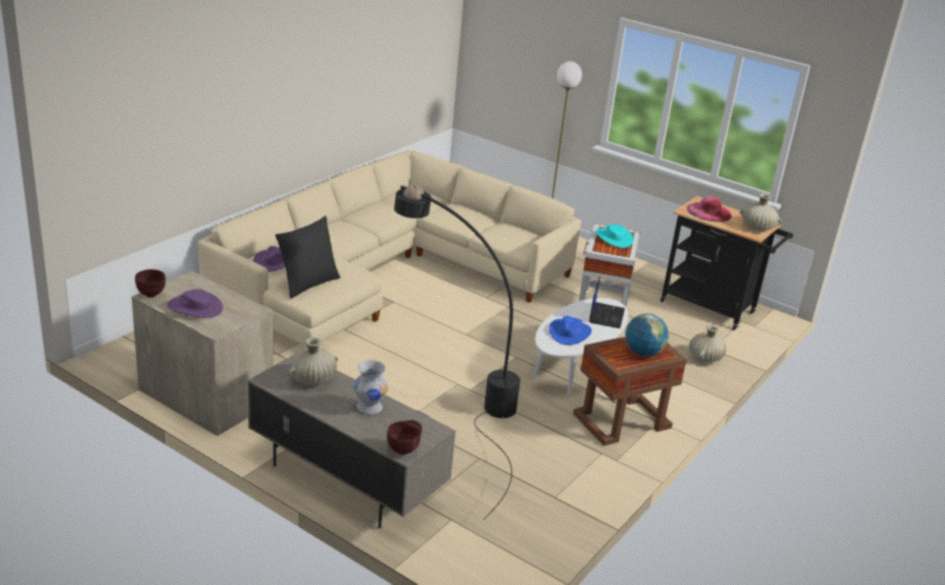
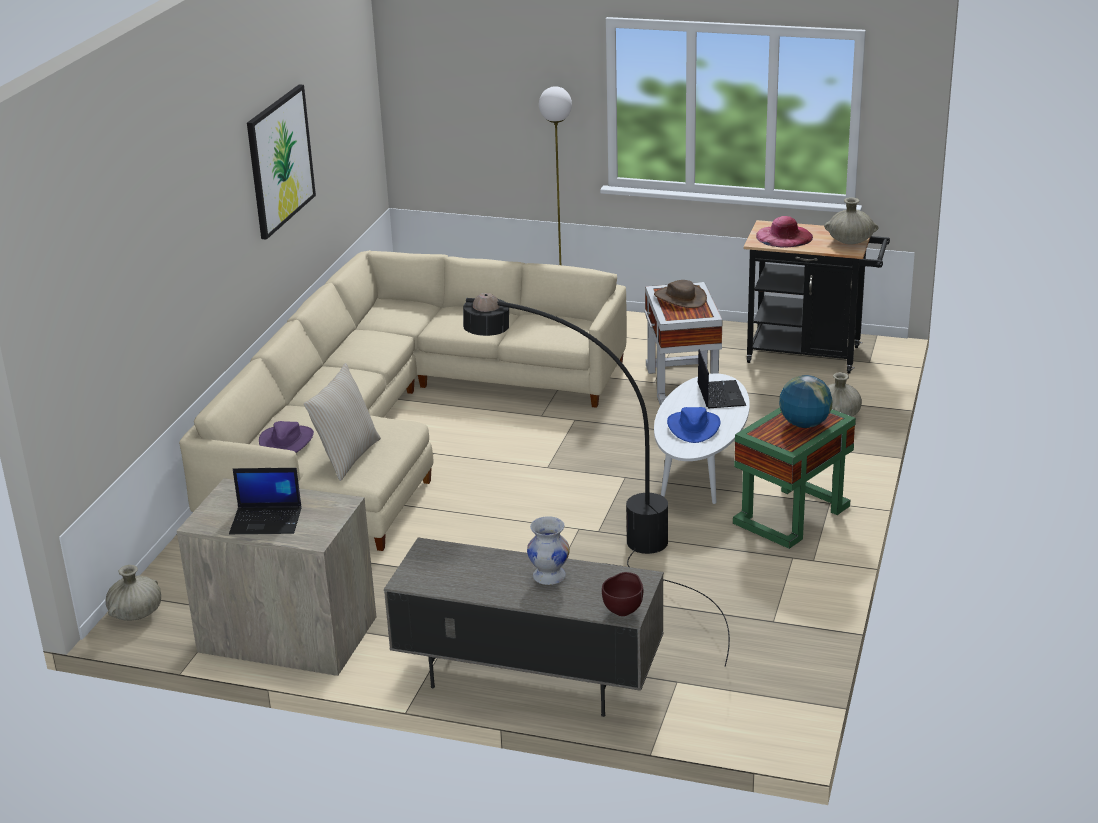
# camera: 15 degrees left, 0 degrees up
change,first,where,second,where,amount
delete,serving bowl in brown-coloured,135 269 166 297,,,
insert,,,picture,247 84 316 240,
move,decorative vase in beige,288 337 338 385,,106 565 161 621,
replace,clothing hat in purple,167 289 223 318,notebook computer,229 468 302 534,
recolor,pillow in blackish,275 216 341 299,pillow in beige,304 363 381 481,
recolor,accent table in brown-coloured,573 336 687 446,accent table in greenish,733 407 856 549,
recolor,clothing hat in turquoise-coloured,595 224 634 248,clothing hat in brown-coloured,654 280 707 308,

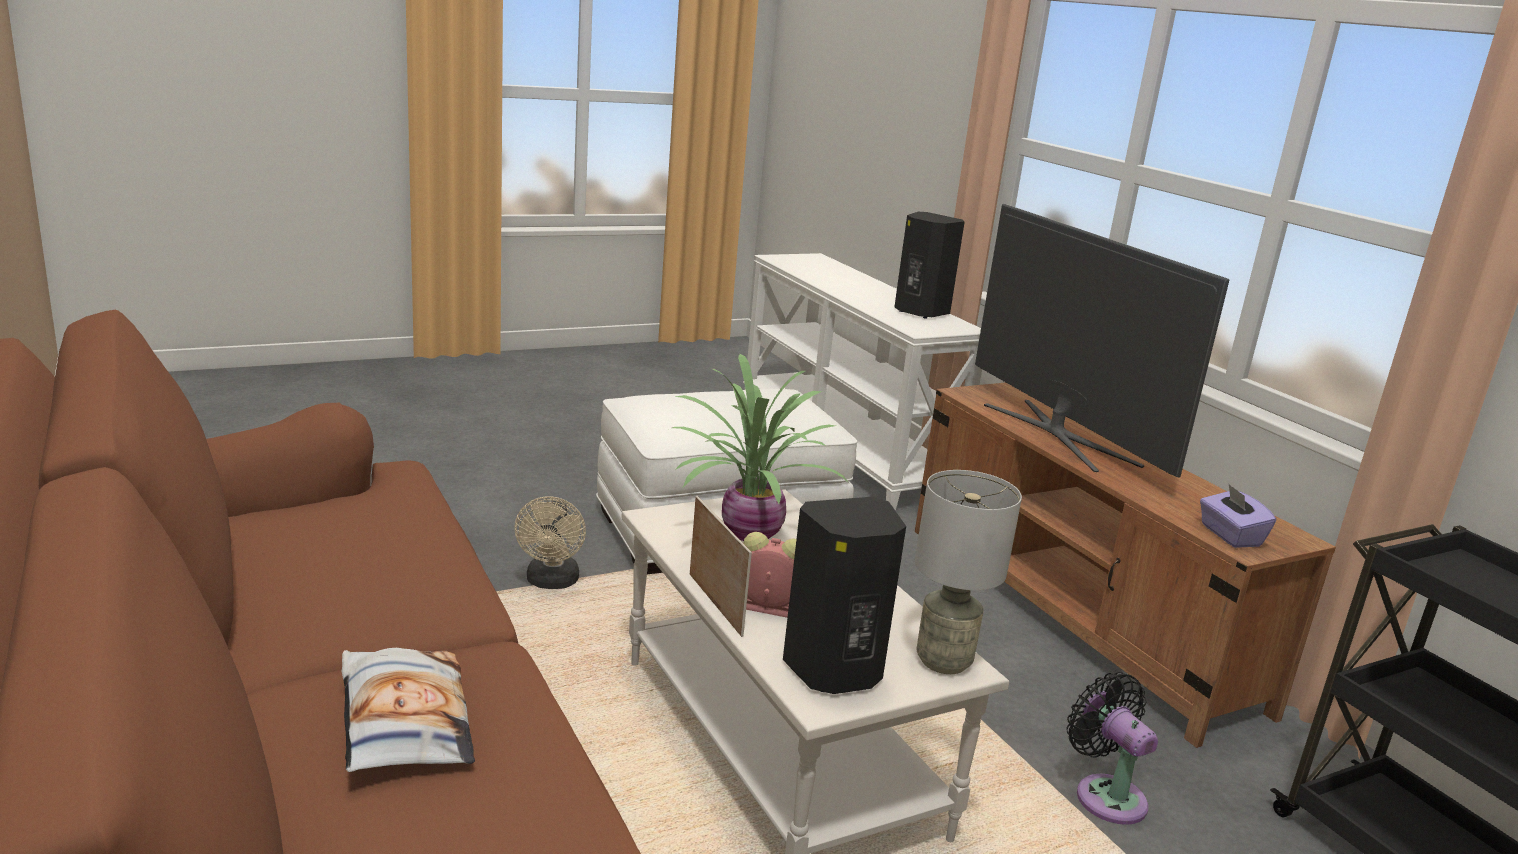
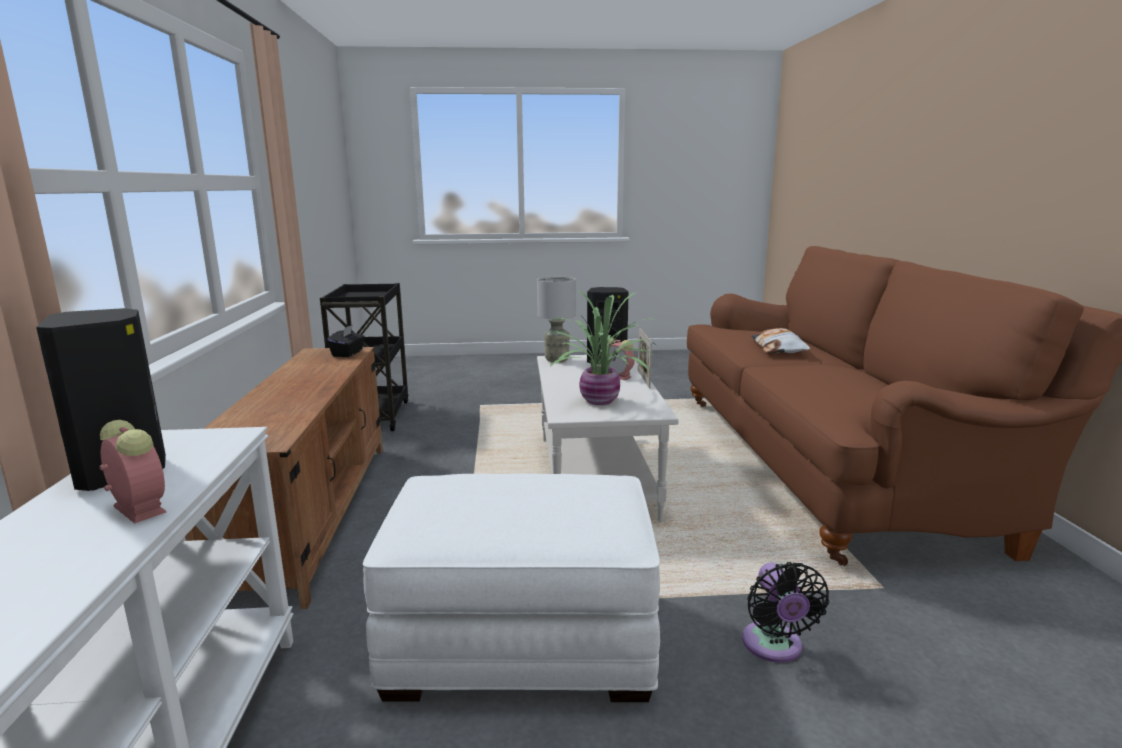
# camera: 155 degrees left, 5 degrees down
change,first,where,second,where,amount
delete,fan in beige,514 496 586 589,,,
delete,TV set,975 204 1230 477,,,
insert,,,bedside clock,99 420 166 523,
move,fan in blackish,1066 672 1158 825,,742 562 829 663,
recolor,tissue holder in purple,1200 484 1276 548,tissue holder in blackish,327 325 365 357,

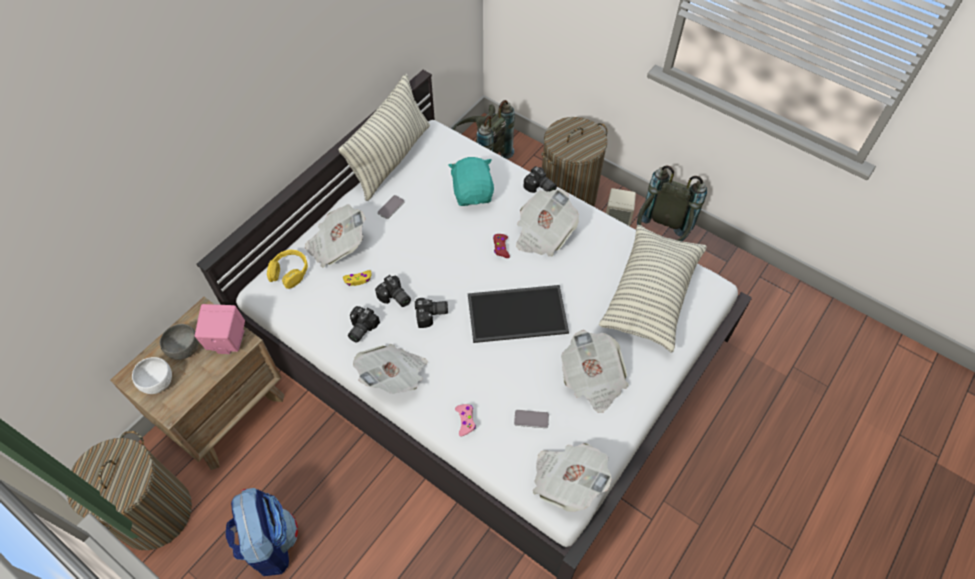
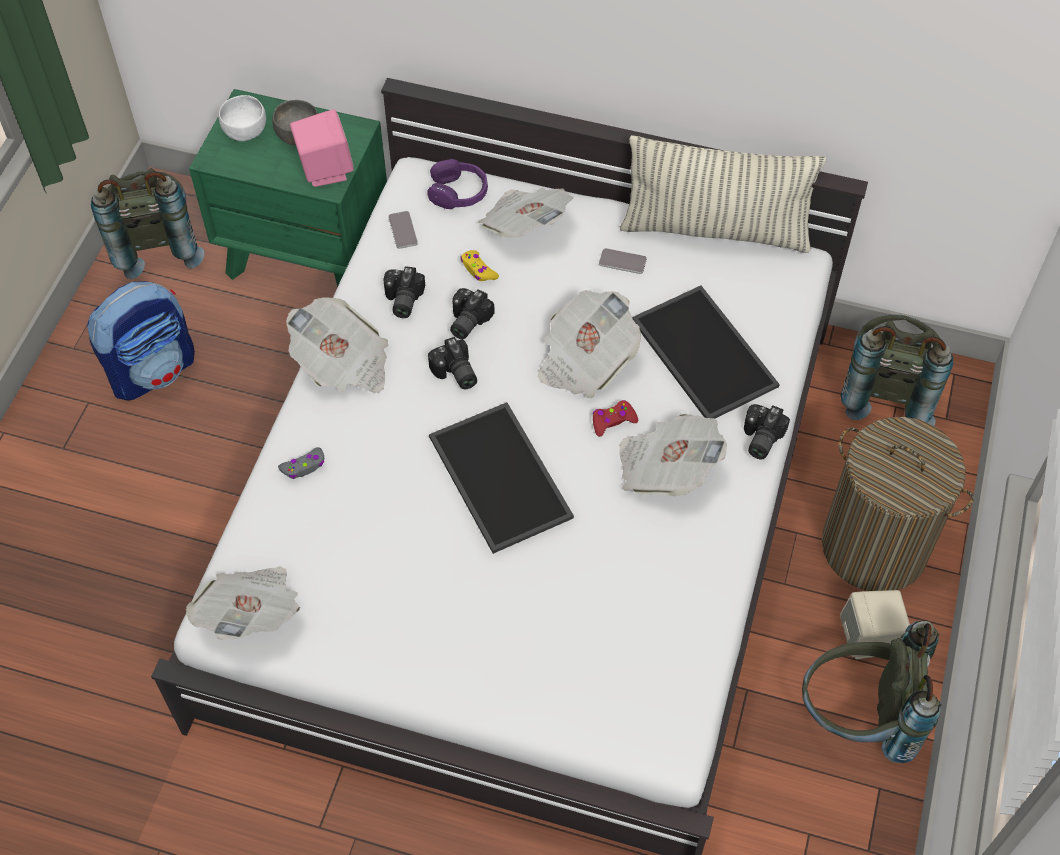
# camera: 70 degrees right, 0 degrees up
change,first,where,second,where,amount
delete,pillow,599 225 707 353,,,
move,phone,514 409 549 428,,388 211 418 249,
move,newspaper,561 330 629 413,,538 290 641 398,
replace,hamper,67 431 192 550,rucksack in greyish,91 168 204 279,
replace,plush toy in turquoise-coloured,448 157 494 206,carrying tray,632 286 780 419,
recolor,night table in brown-coloured,110 297 285 470,night table in greenish,189 89 387 287,
recolor,pair of headphones in yellow,267 250 308 289,pair of headphones in purple,427 159 488 209,
recolor,game controller in pinkish,455 404 476 437,game controller in greyish,278 447 324 479,
rotate,still camera,348 306 380 343,,384 266 425 318,90 degrees counterclockwise

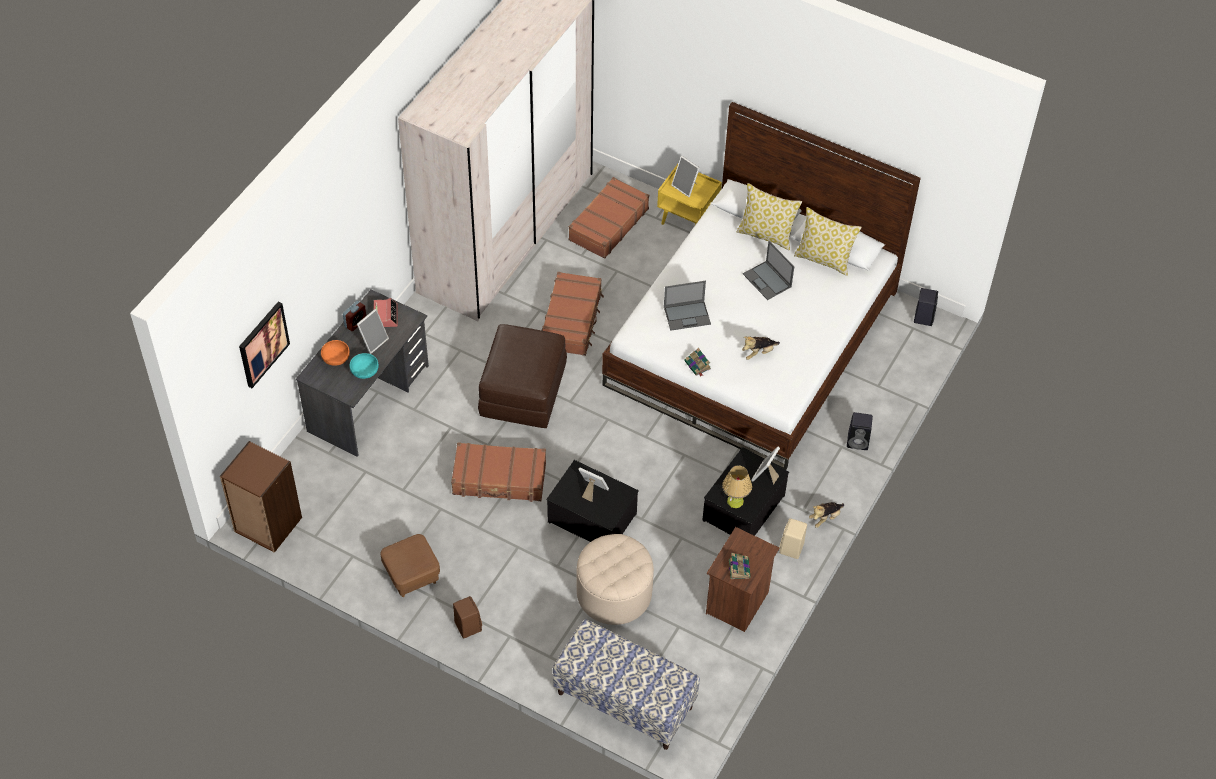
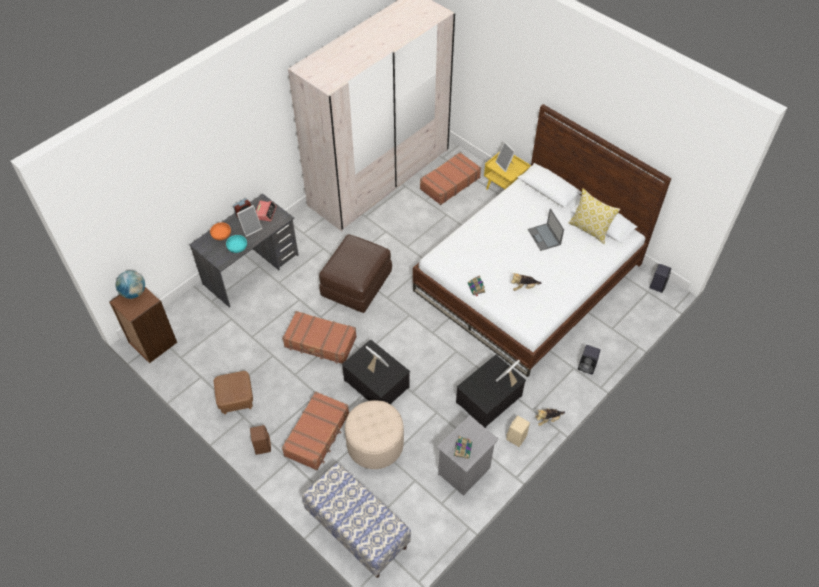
# camera: 15 degrees right, 0 degrees up
change,first,where,second,where,amount
delete,picture,239 302 290 388,,,
delete,notebook computer,664 281 711 331,,,
delete,lamp for a table,722 466 752 508,,,
delete,pillow,737 183 802 251,,,
insert,,,world globe,116 271 145 299,
move,suitcase in brown-coloured,542 272 604 356,,282 391 349 470,
recolor,night table in brown-coloured,706 527 779 632,night table in greyish,437 415 499 496,

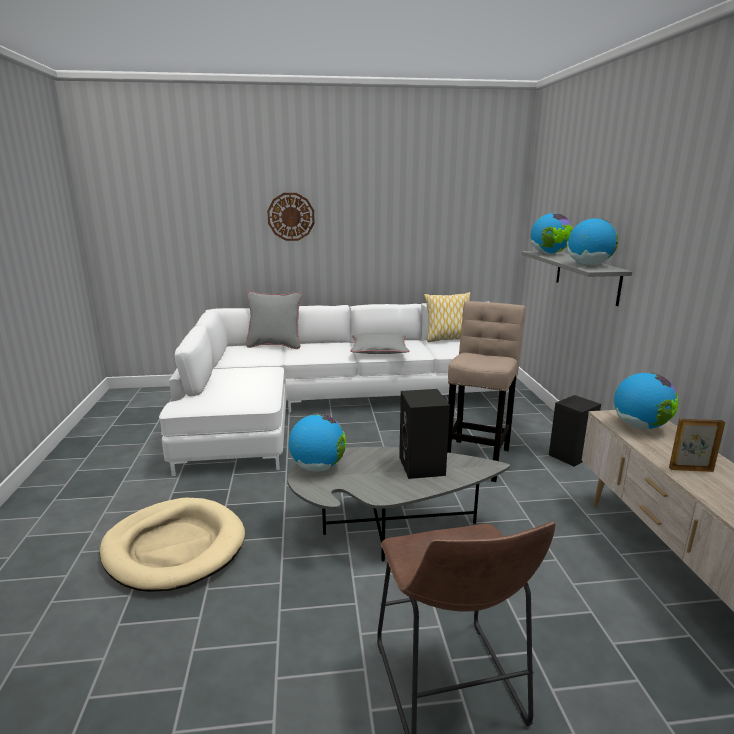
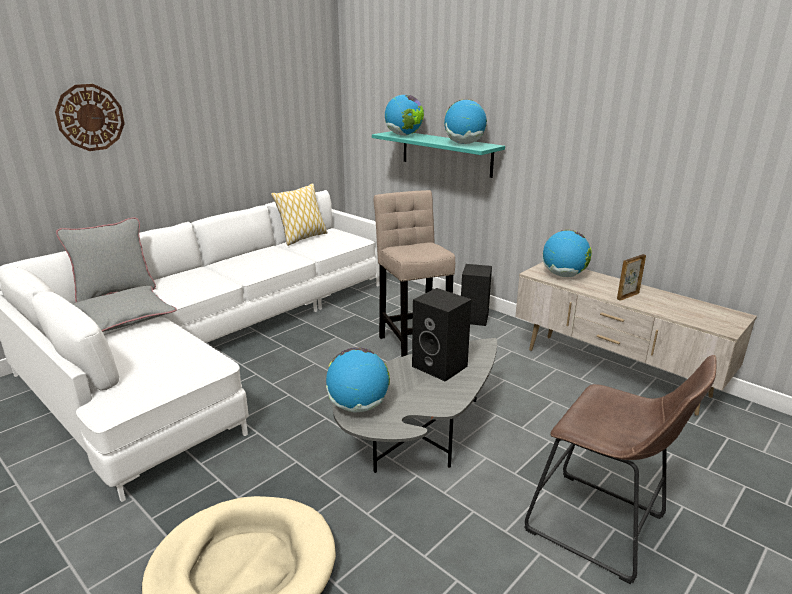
# camera: 40 degrees left, 5 degrees up
change,first,where,second,where,amount
move,pillow in greyish,350 333 409 354,,73 286 177 332,
recolor,shelf in greyish,521 251 632 306,shelf in turquoise-coloured,372 131 505 178,

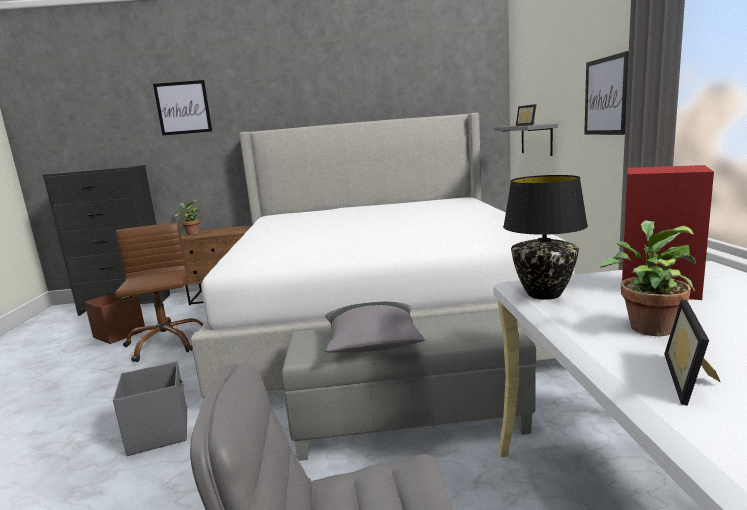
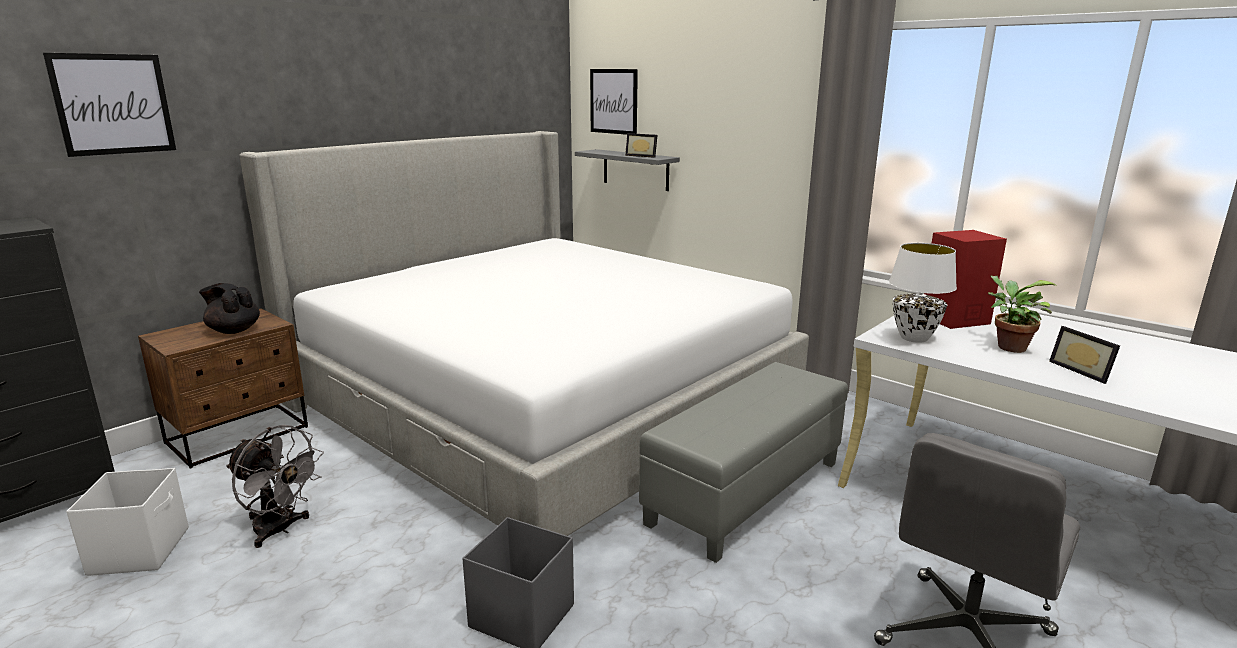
# camera: 45 degrees left, 5 degrees up
change,first,where,second,where,amount
delete,plant in a pot,175 201 202 235,,,
delete,pillow in greyish,325 301 425 353,,,
insert,,,tea pot in blackish,199 283 260 334,
move,picture,584 51 629 135,,590 69 638 135,
replace,office chair in brown-coloured,115 223 203 362,fan in greyish,226 425 324 548,
recolor,storage container in brown-coloured,85 292 145 344,storage container in white,66 468 189 576,
recolor,lamp for a table in blackish,503 175 588 300,lamp for a table in white,889 243 957 343,

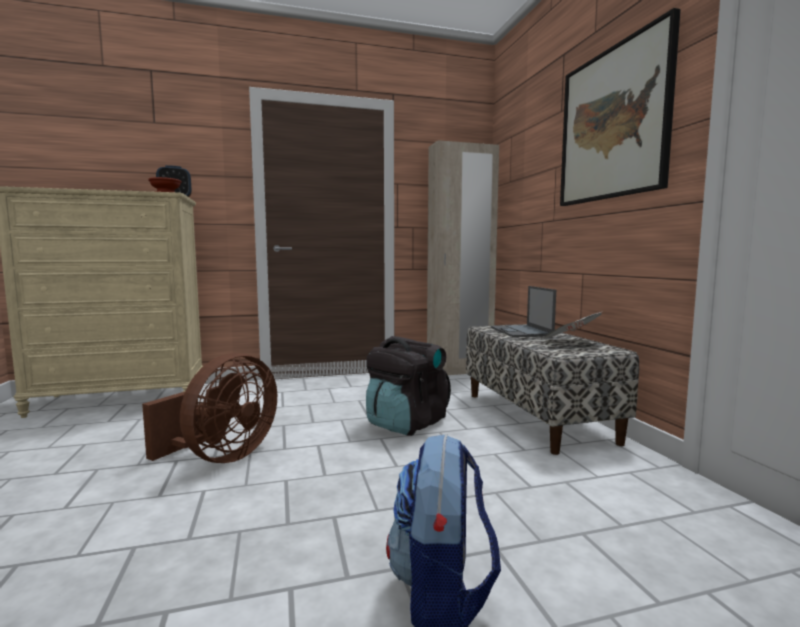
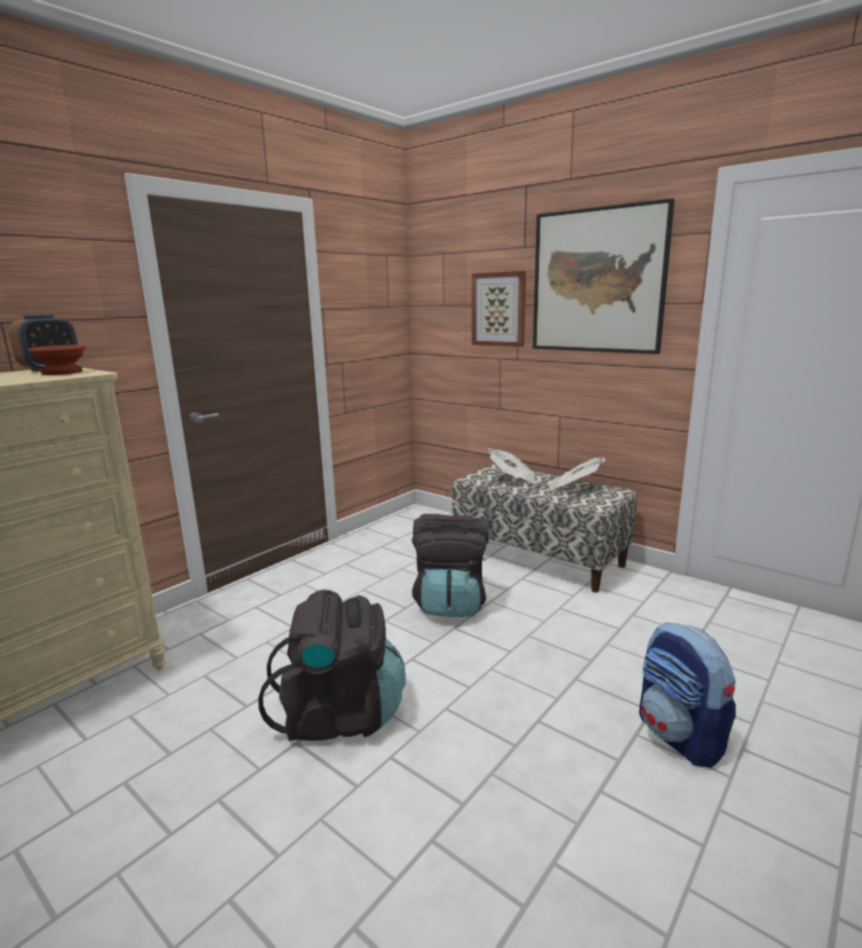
# camera: 35 degrees left, 10 degrees up
change,first,where,second,where,amount
delete,clothes cupboard in beige,427 140 499 375,,,
insert,,,picture,472 271 526 347,
replace,fan in brown-coloured,142 353 277 463,rucksack in blackish,258 590 406 741,
replace,notebook computer,491 286 556 337,newspaper,488 448 536 484,

